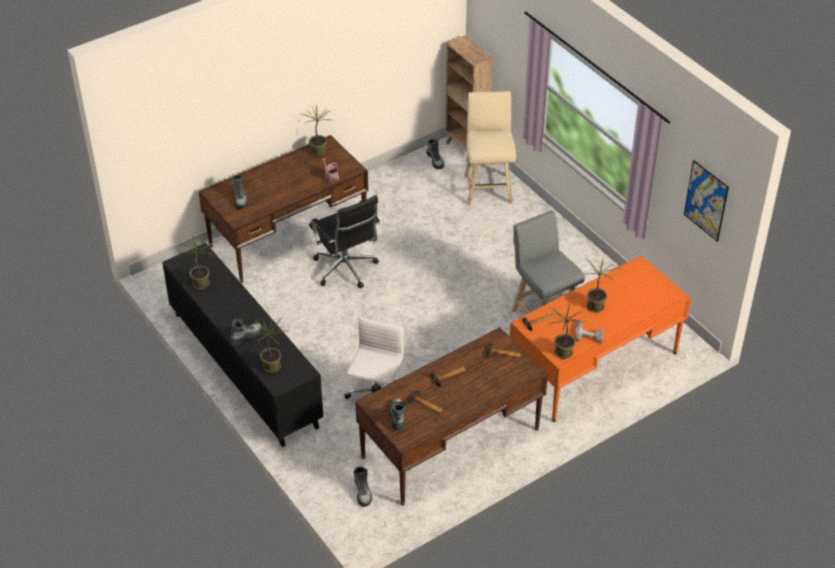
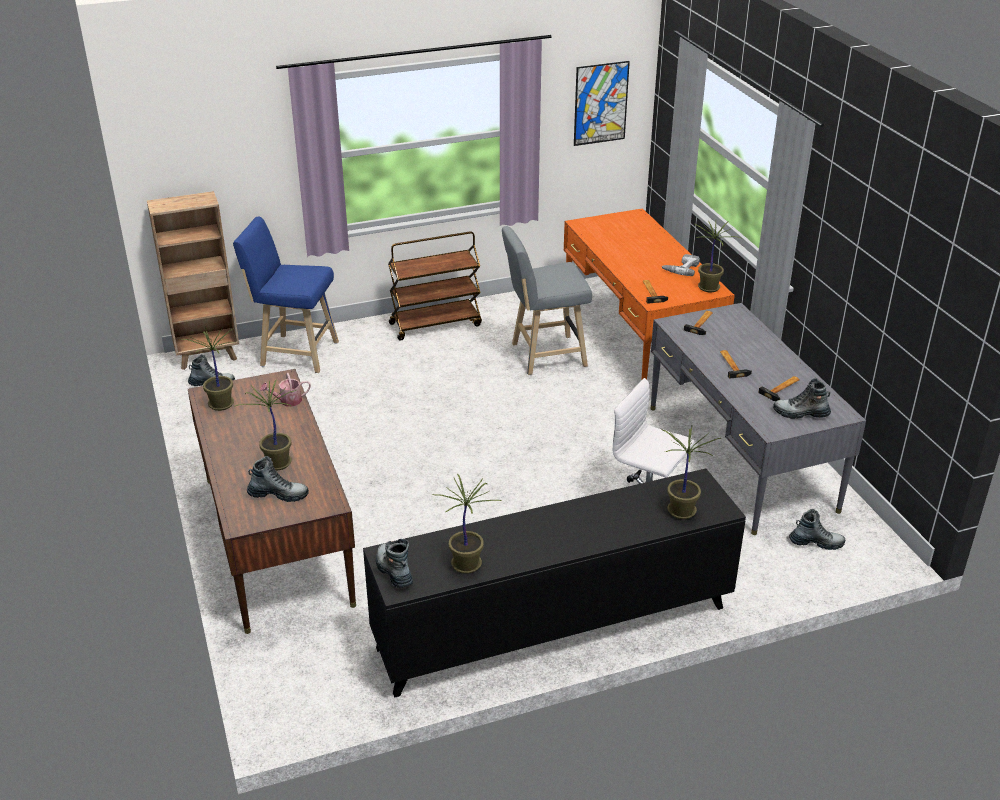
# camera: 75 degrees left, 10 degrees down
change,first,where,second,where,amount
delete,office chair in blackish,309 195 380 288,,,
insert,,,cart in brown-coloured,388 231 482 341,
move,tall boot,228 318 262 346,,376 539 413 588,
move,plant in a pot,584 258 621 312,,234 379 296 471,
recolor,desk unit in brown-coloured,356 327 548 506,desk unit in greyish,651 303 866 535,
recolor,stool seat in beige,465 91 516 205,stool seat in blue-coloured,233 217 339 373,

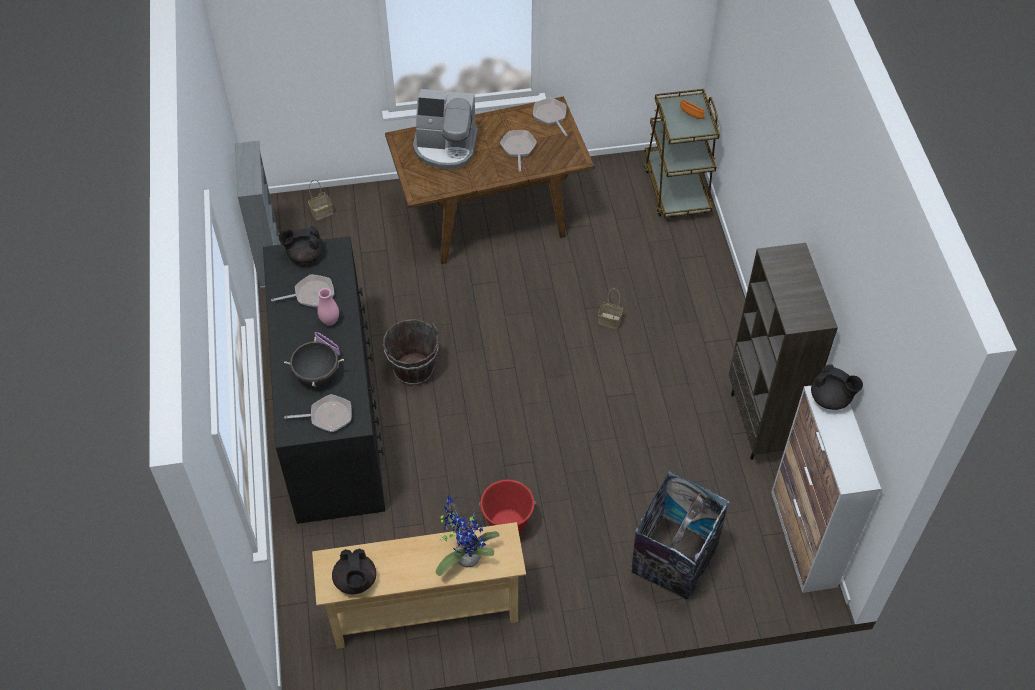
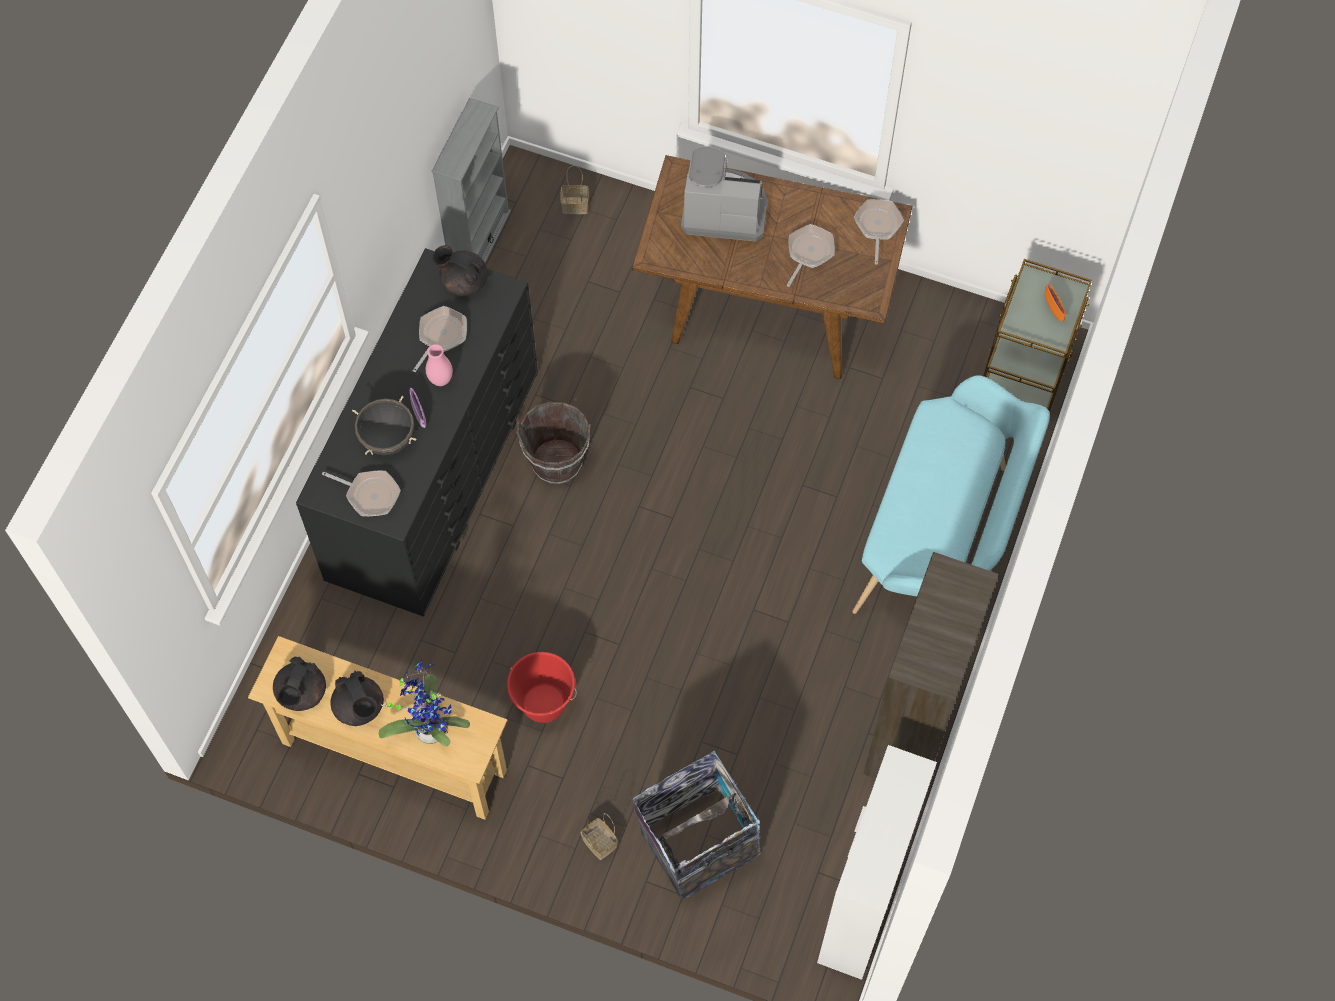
# camera: 30 degrees right, 10 degrees up
change,first,where,second,where,amount
insert,,,indoor bench in turquoise-coloured,852 375 1050 614,
move,basket,598 289 623 329,,581 813 618 860,
move,tea pot in blackish,811 365 863 410,,330 671 384 726,
rotate,skillet,271 274 334 307,,413 306 467 372,75 degrees counterclockwise
rotate,coffee machine,413 89 478 169,,681 146 767 241,150 degrees clockwise

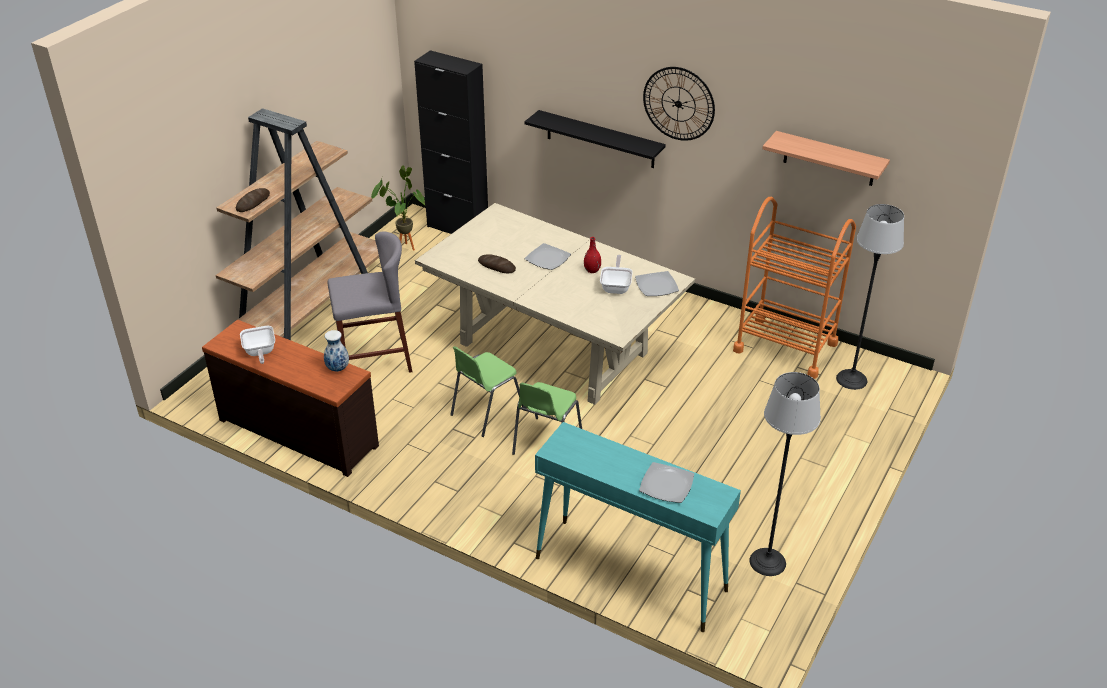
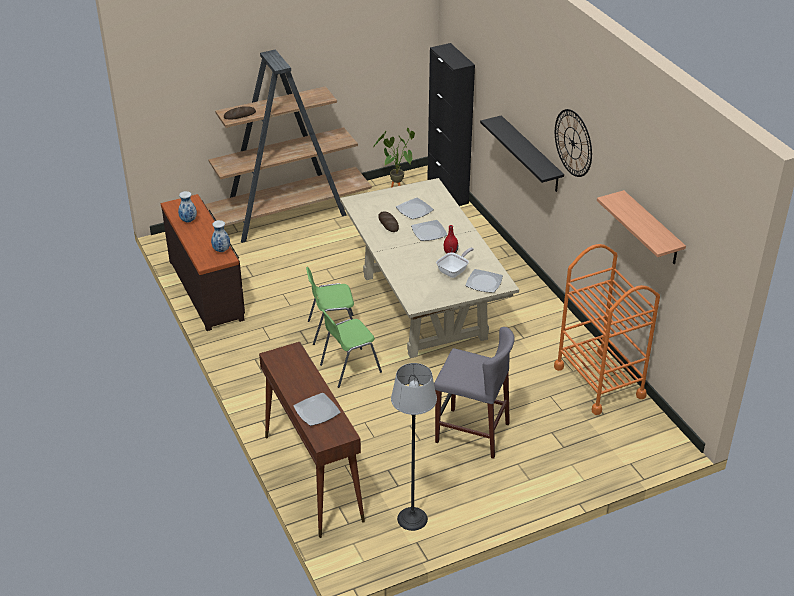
# camera: 35 degrees right, 0 degrees up
change,first,where,second,where,amount
delete,floor lamp,836 204 904 390,,,
insert,,,dinner plate,396 197 434 219,
move,stool seat in greyish,328 231 412 373,,434 327 514 459,
replace,skillet,240 326 275 364,decorative vase,178 191 197 222,
recolor,narrow table in turquoise-coloured,535 422 741 632,narrow table in brown-coloured,259 342 365 538,

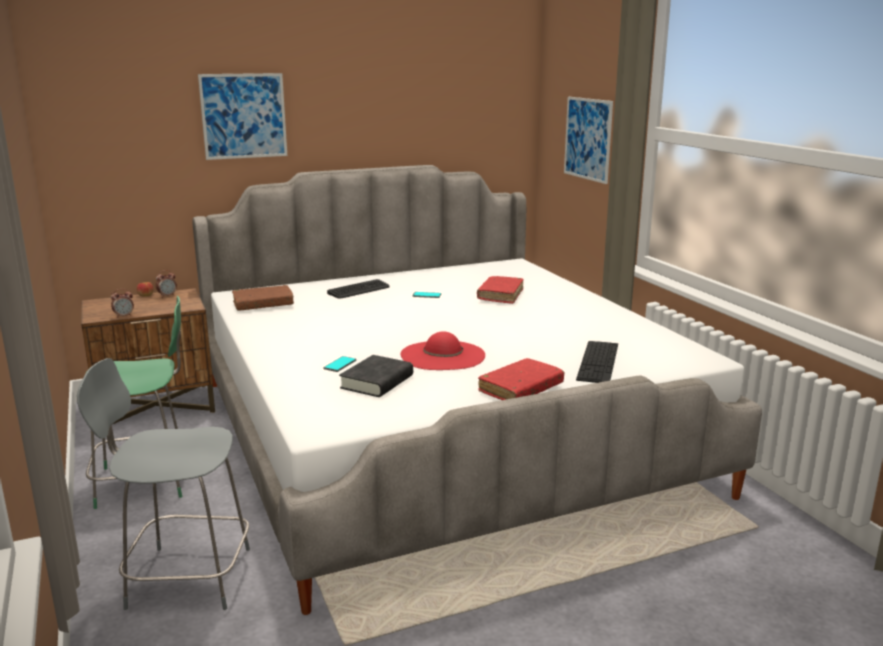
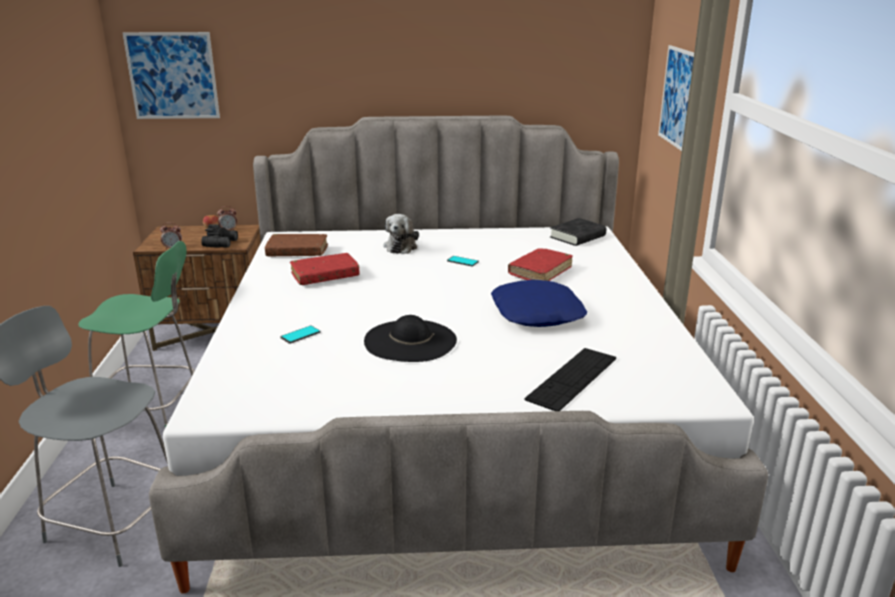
# camera: 20 degrees right, 5 degrees up
change,first,where,second,where,amount
insert,,,field glasses in blackish,201 224 238 248,
insert,,,pillow in blue-coloured,491 280 587 327,
move,picture,198 73 287 160,,123 32 220 119,
move,book in blackish,339 355 413 397,,550 218 606 246,
move,book in red-coloured,478 358 564 400,,290 253 360 285,
replace,keyboard,327 279 390 298,plush toy,384 214 419 254,
recolor,clothing hat in red-coloured,401 331 485 370,clothing hat in blackish,364 315 457 362,

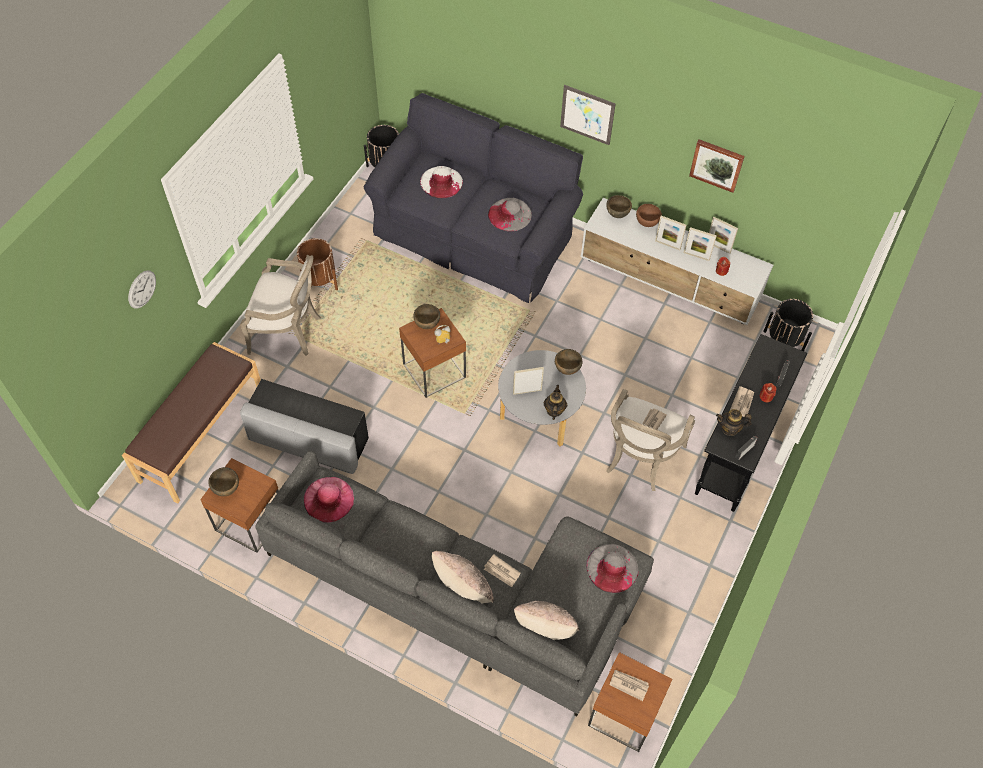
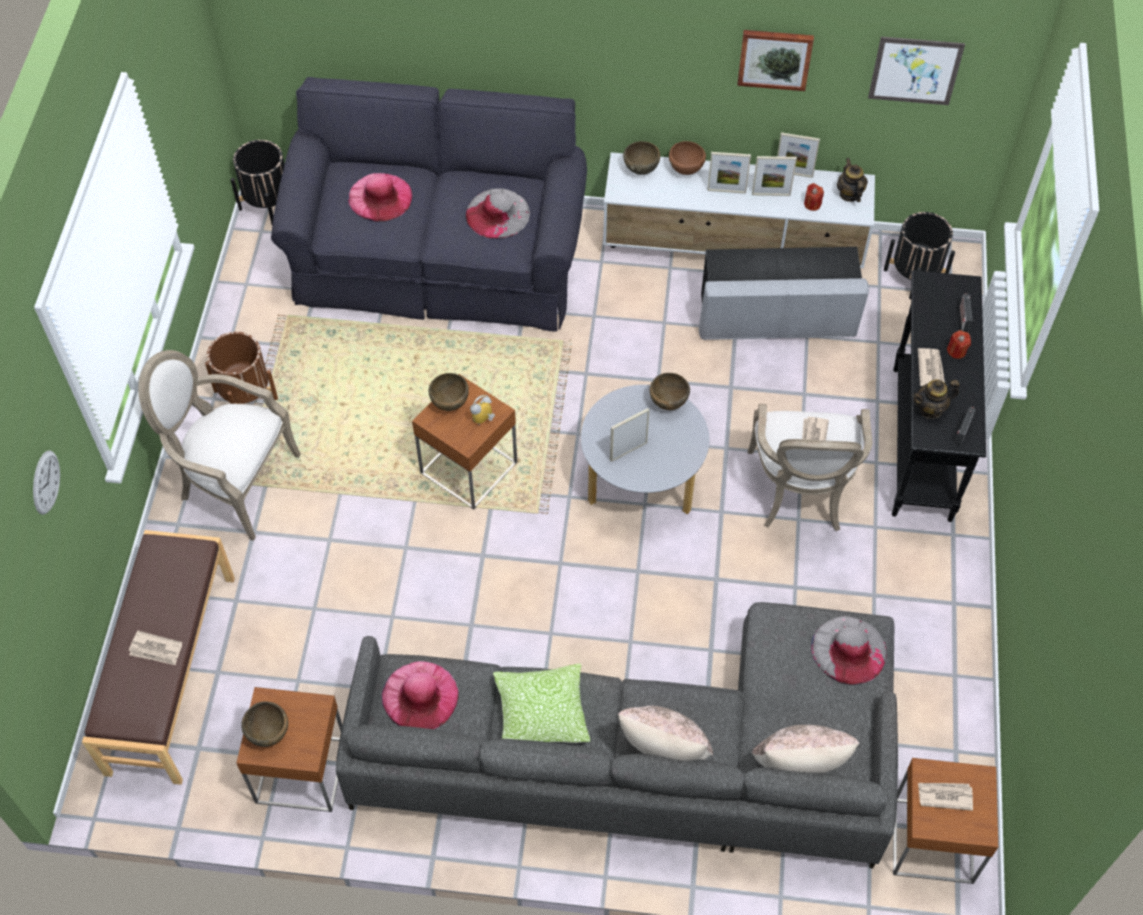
# camera: 20 degrees left, 0 degrees up
change,first,where,second,where,amount
insert,,,pillow,493 664 590 743,
move,pouffe in greyish,240 379 369 474,,699 247 869 340,
move,newspaper,484 555 521 587,,129 631 182 665,
move,tea pot,543 385 567 420,,837 158 868 202,
move,picture,560 85 615 145,,868 37 965 105,
recolor,clothing hat in white,420 166 463 199,clothing hat in pinkish,348 173 412 222,
rotate,lounge chair,240 255 321 356,,138 350 301 541,150 degrees counterclockwise

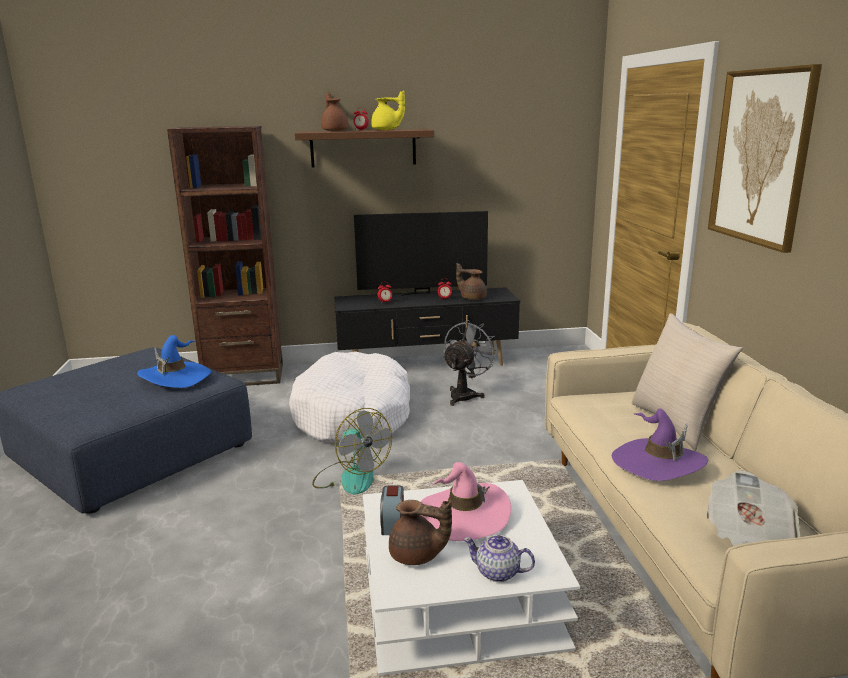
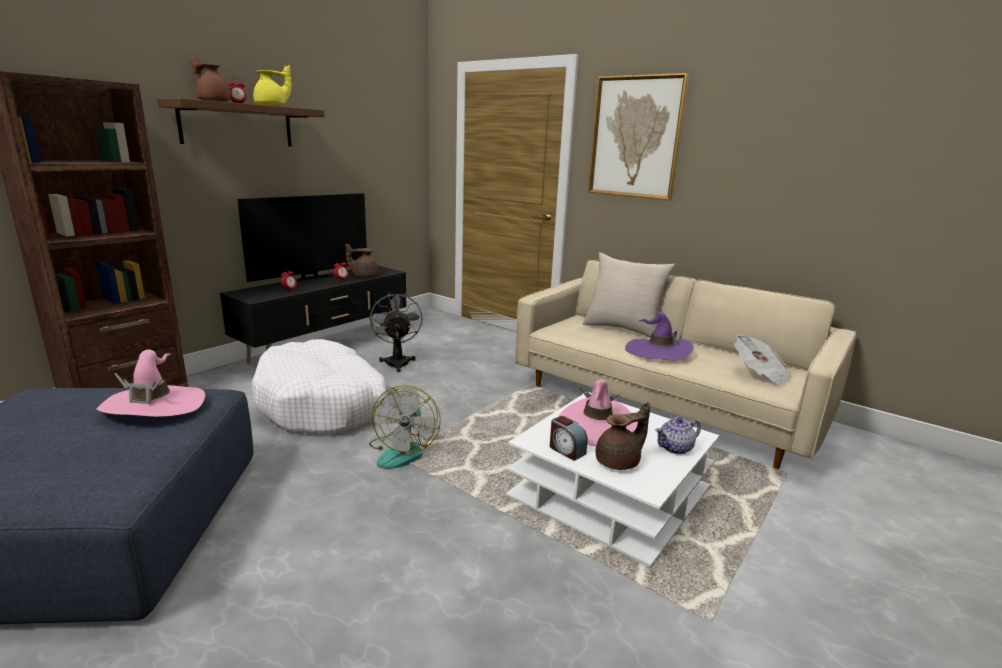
# camera: 45 degrees left, 0 degrees up
change,first,where,second,where,amount
recolor,clothing hat in blue-coloured,137 335 211 388,clothing hat in pinkish,97 350 205 417,
rotate,fan,312 408 392 494,,369 385 441 469,90 degrees clockwise

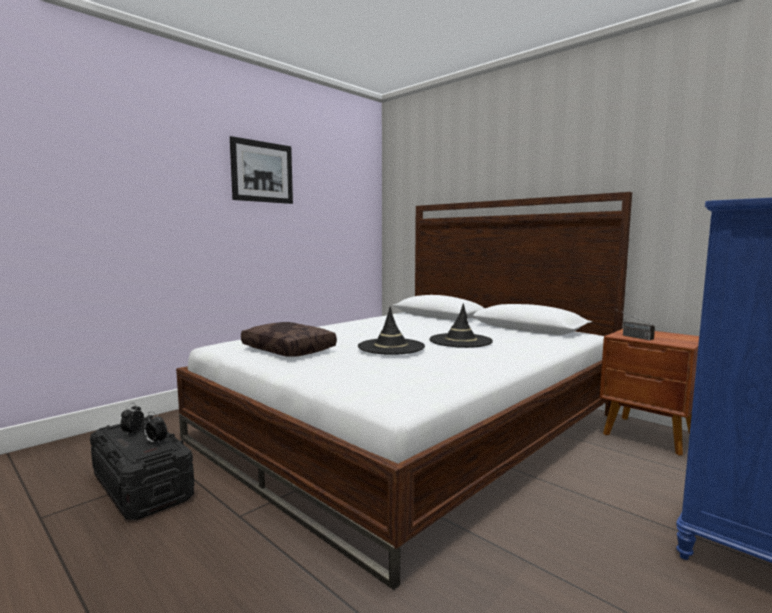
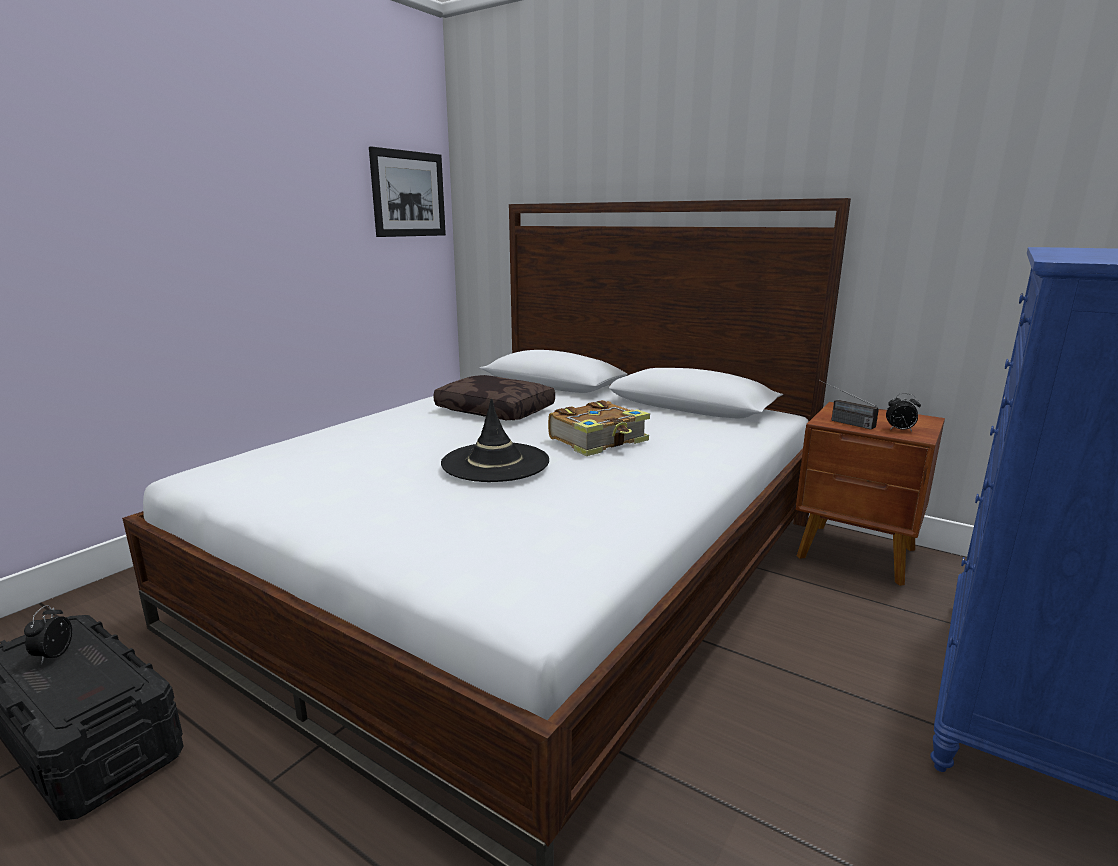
# camera: 10 degrees left, 10 degrees up
change,first,where,second,where,amount
move,bedside clock,142 412 167 444,,886 393 921 431,
move,picture,230 136 293 204,,369 146 446 237,
move,pillow in brown-coloured,241 322 337 357,,433 375 555 420,
replace,clothing hat in blackish,429 303 493 348,book,548 400 650 456,

